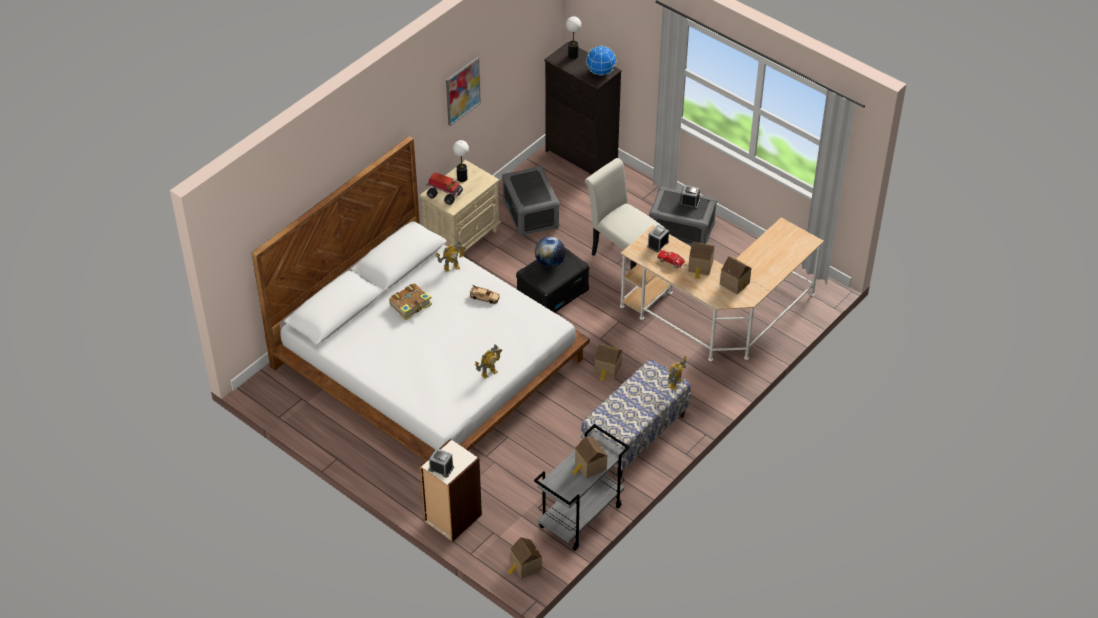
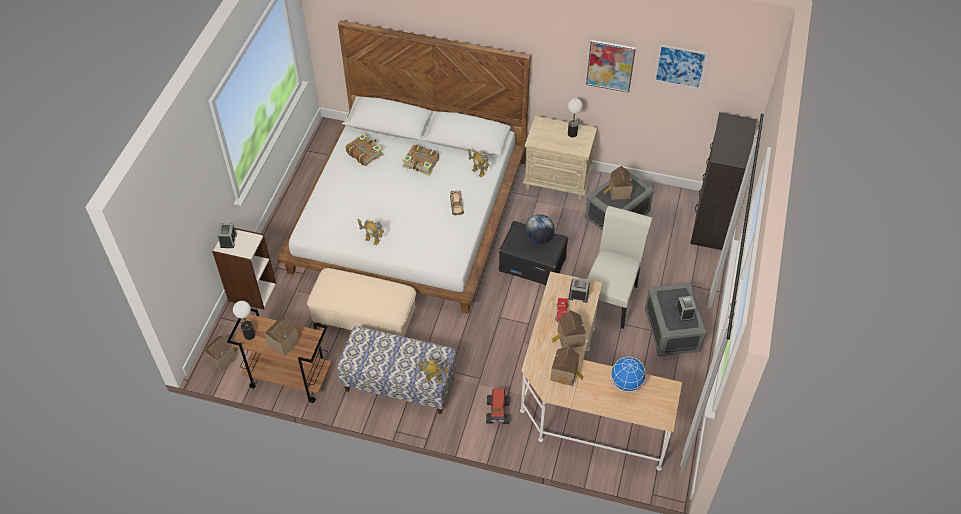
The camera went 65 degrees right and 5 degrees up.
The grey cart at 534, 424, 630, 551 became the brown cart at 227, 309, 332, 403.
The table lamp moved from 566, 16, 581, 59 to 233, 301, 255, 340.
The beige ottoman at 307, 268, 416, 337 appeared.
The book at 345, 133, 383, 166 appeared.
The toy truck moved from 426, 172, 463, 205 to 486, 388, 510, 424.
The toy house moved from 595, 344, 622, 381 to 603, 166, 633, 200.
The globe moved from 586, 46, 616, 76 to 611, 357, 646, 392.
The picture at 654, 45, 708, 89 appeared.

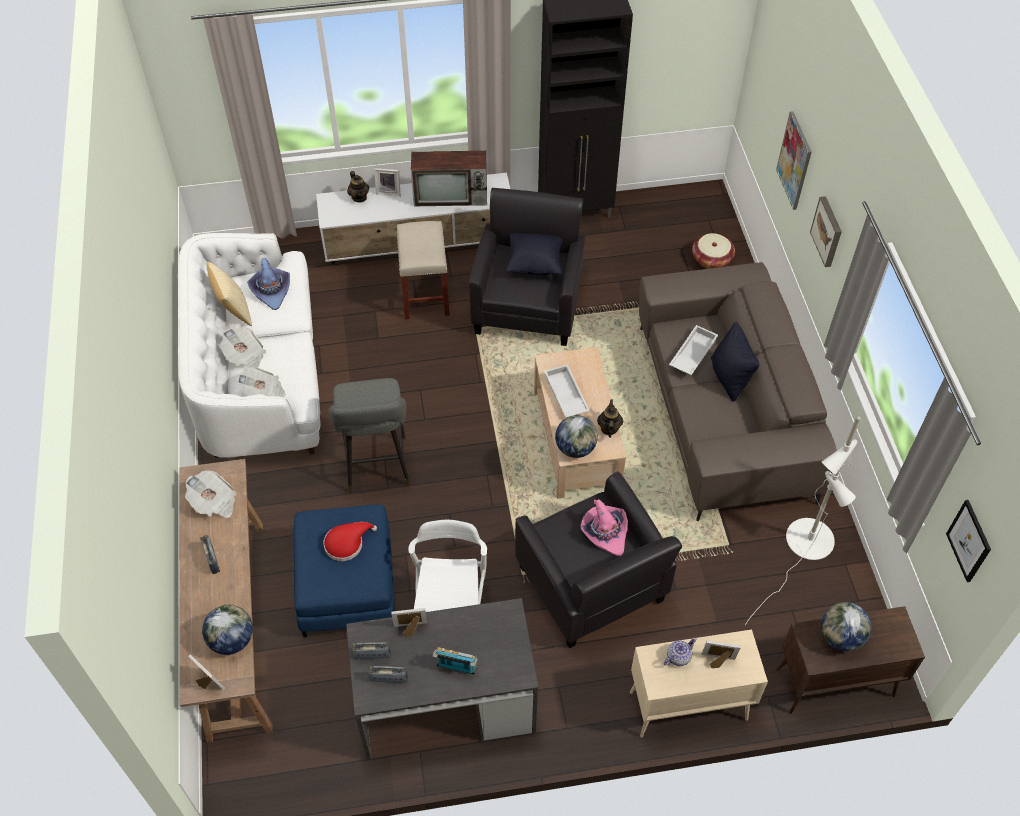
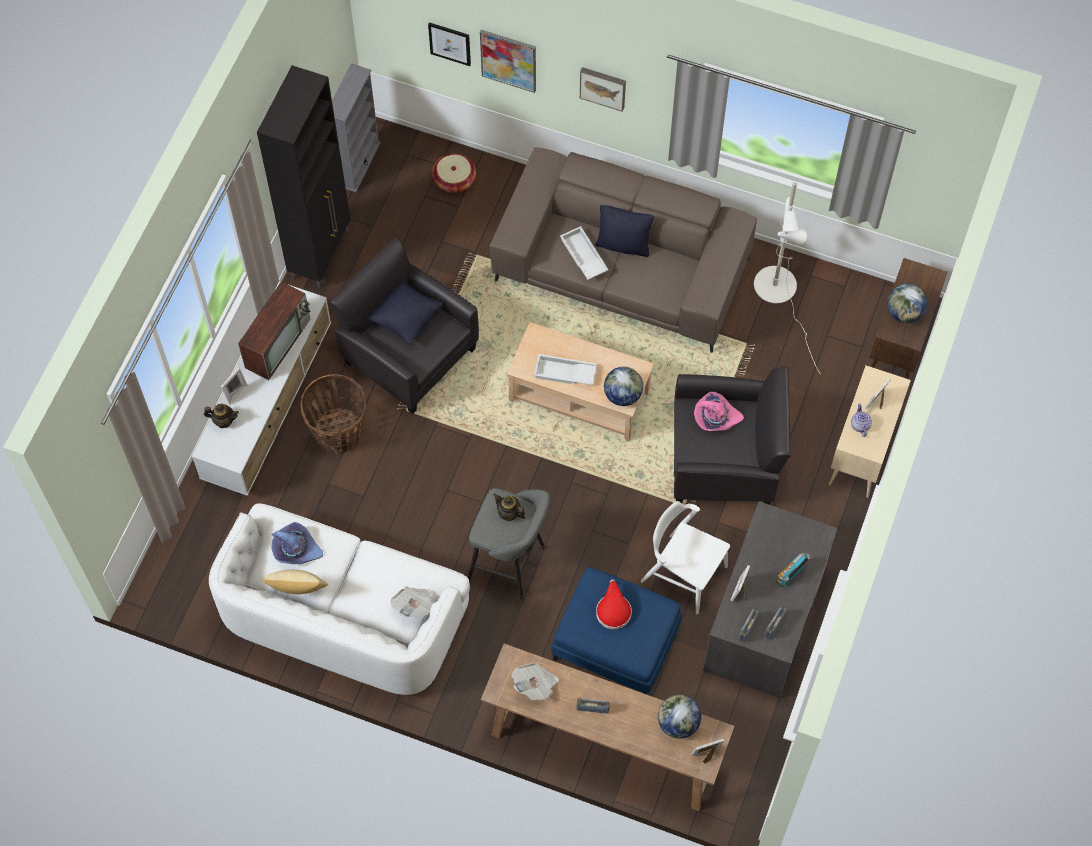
The camera went 60 degrees left and 10 degrees up.
The beige stool at 396, 221, 450, 319 was replaced by the basket at 301, 374, 366, 454.
The grey bookcase at 332, 64, 381, 192 appeared.
The picture moved from 946, 500, 991, 582 to 428, 22, 471, 66.
The teapot moved from 597, 399, 624, 438 to 493, 493, 525, 521.
The newspaper at 220, 327, 266, 368 disappeared.

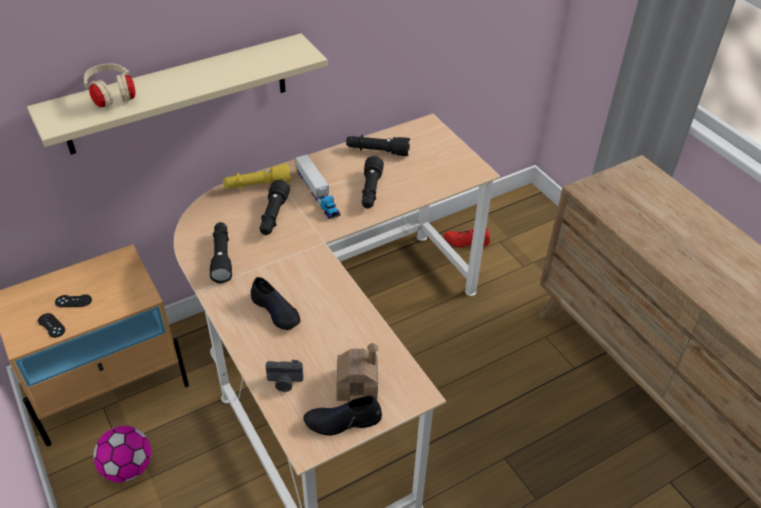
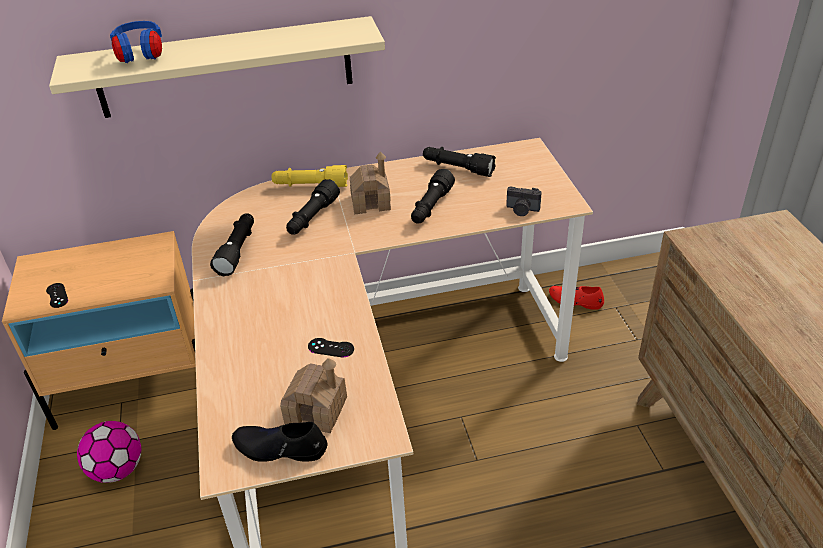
The camera went 20 degrees right and 5 degrees down.
The beige headphones at 84, 64, 135, 107 became the blue headphones at 110, 21, 162, 63.
The black game controller moved from 55, 294, 92, 307 to 308, 338, 354, 357.
The toy truck at 295, 154, 340, 219 was replaced by the toy house at 350, 151, 391, 214.
The photo camera moved from 265, 360, 303, 392 to 506, 187, 542, 216.
The black shoe at 251, 277, 300, 330 disappeared.

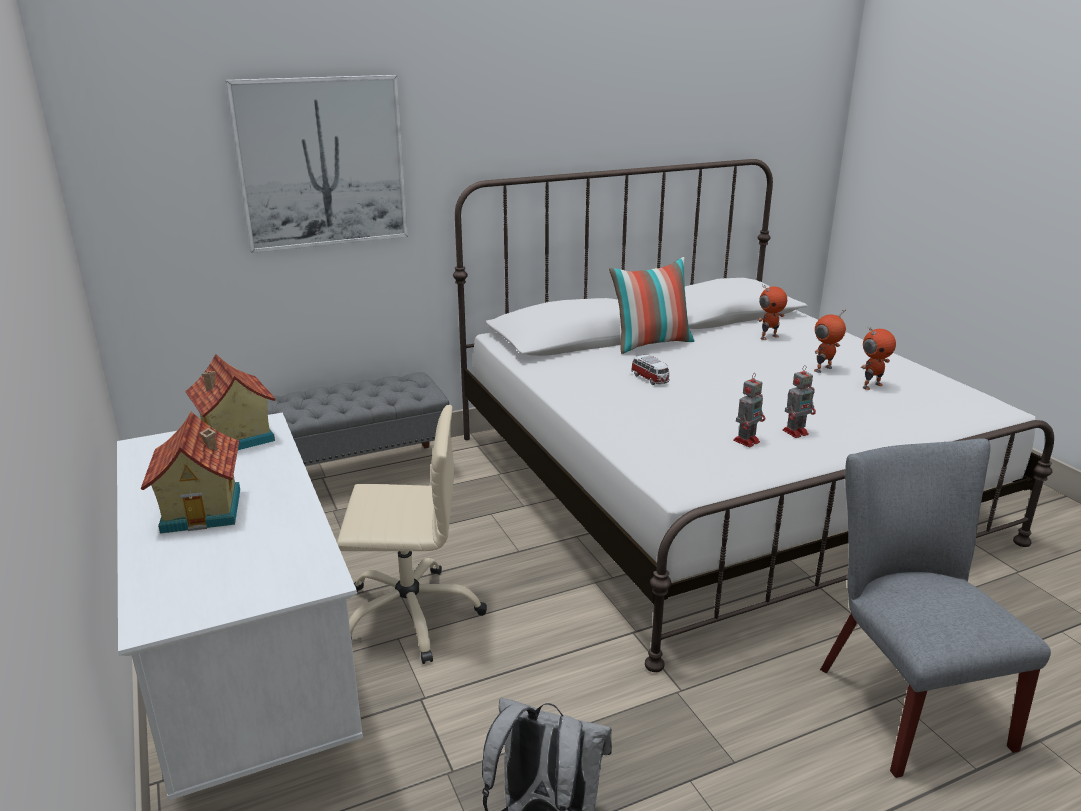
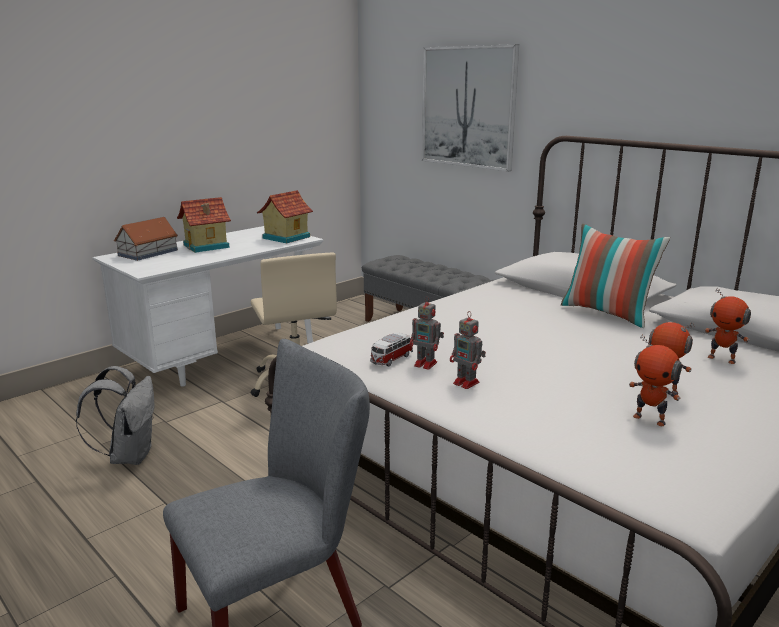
The camera went 70 degrees right and 5 degrees down.
The toy house at 114, 217, 178, 261 appeared.
The toy car moved from 631, 355, 670, 385 to 370, 333, 413, 367.

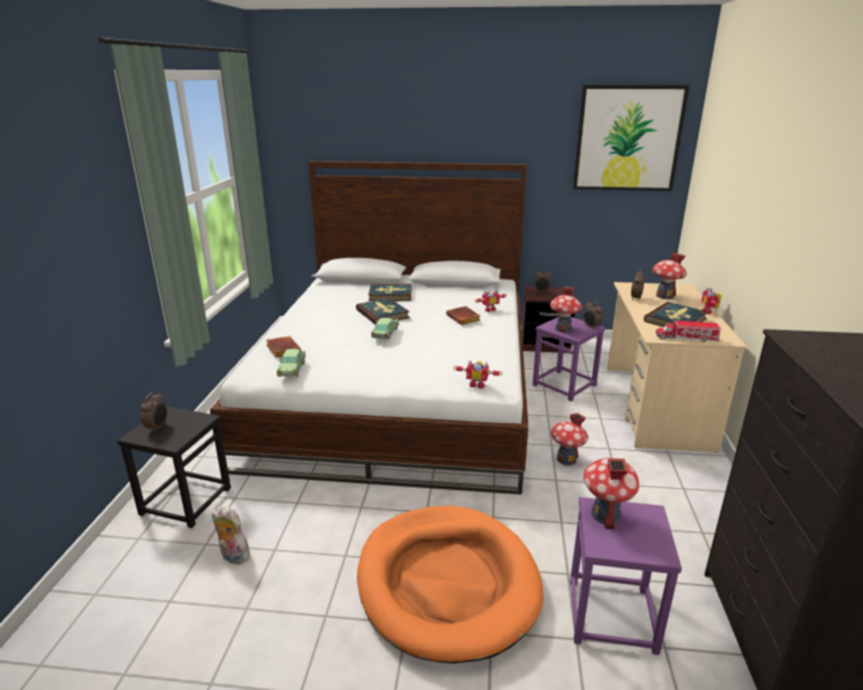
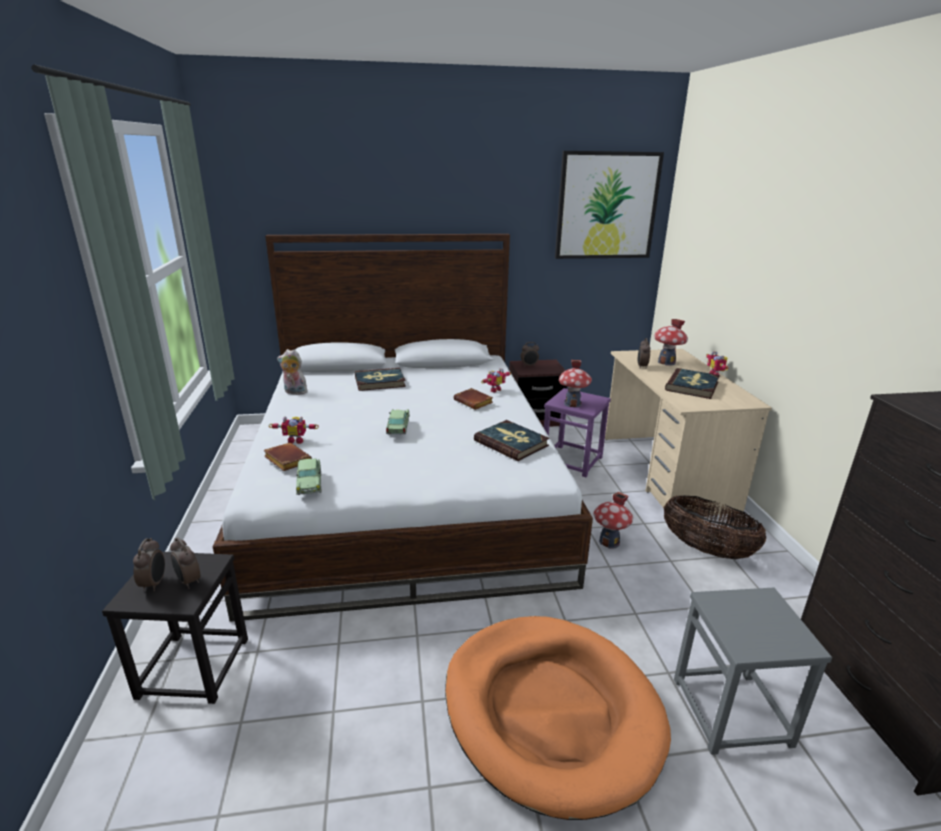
The camera went 15 degrees left and 0 degrees up.
The alarm clock moved from 583, 300, 603, 330 to 170, 537, 200, 589.
The toy robot moved from 453, 360, 503, 389 to 269, 416, 319, 444.
The plush toy moved from 212, 507, 250, 565 to 277, 349, 309, 395.
The book moved from 356, 298, 410, 325 to 474, 420, 550, 461.
The basket at 663, 495, 766, 559 appeared.
The purple stool at 570, 497, 682, 655 became the grey stool at 674, 588, 832, 755.
The toy house at 583, 458, 639, 529 disappeared.
The toy truck at 655, 320, 721, 342 disappeared.

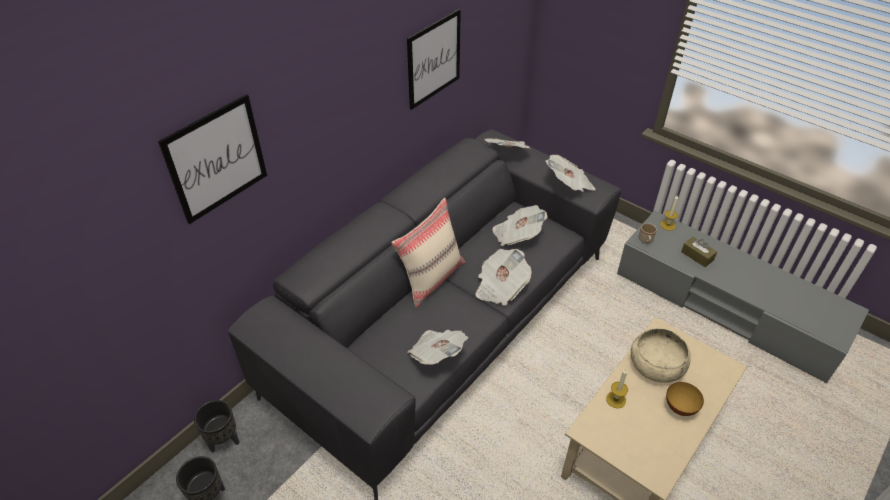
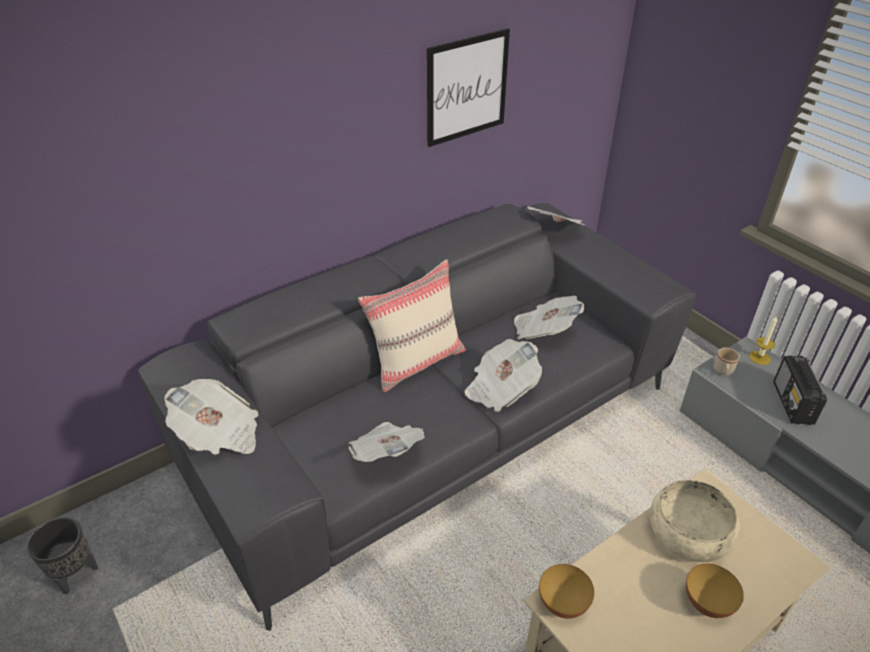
The camera went 15 degrees right and 5 degrees down.
The newspaper moved from 545, 155, 596, 192 to 164, 379, 258, 455.
The bowl at 539, 564, 594, 619 appeared.
The brown tissue box at 681, 237, 717, 267 was replaced by the radio at 773, 355, 827, 425.
The picture at 158, 94, 267, 224 disappeared.
The black planter at 194, 400, 239, 453 disappeared.
The candle at 606, 369, 628, 408 disappeared.

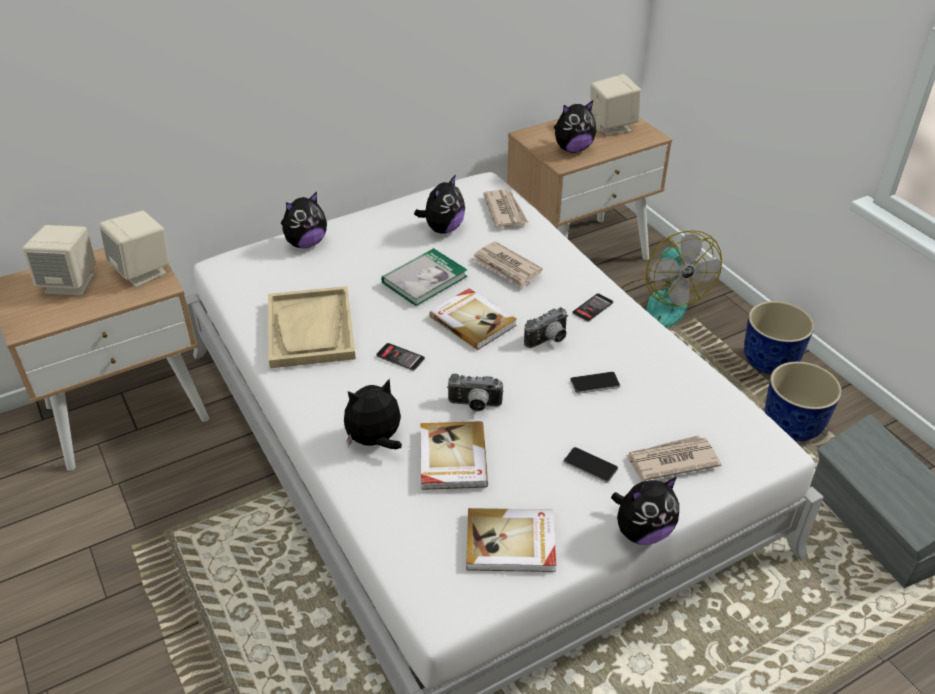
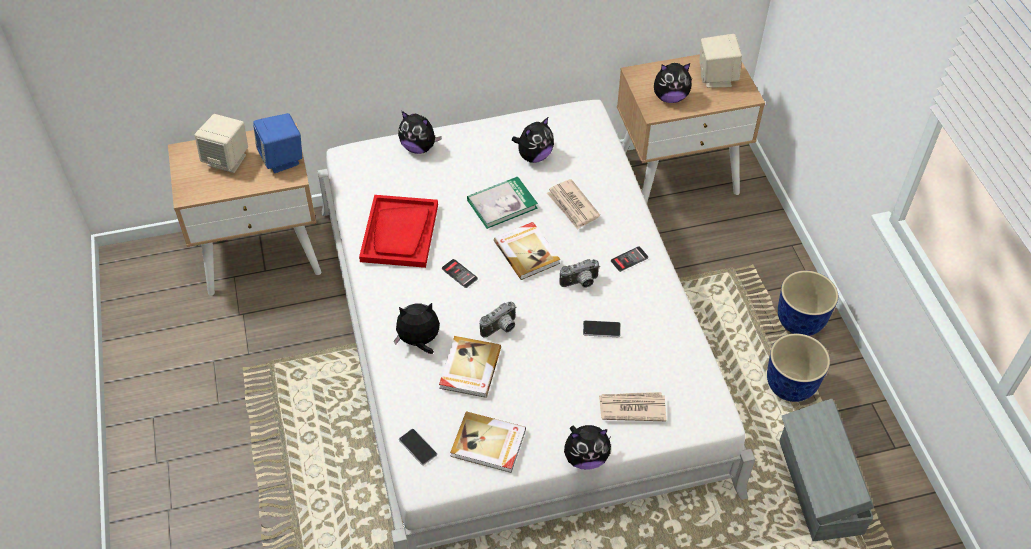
The camera went 15 degrees right and 10 degrees up.
The beige speaker at 100, 211, 169, 287 became the blue speaker at 253, 113, 302, 173.
The beige tray at 268, 286, 356, 368 became the red tray at 359, 195, 438, 268.
The plush toy at 281, 192, 327, 248 turned 45 degrees clockwise.
The phone moved from 563, 447, 618, 483 to 399, 429, 437, 465.
The photo camera at 447, 374, 503, 412 turned 60 degrees counterclockwise.
The newspaper at 483, 190, 529, 227 disappeared.
The fan at 621, 230, 722, 328 disappeared.

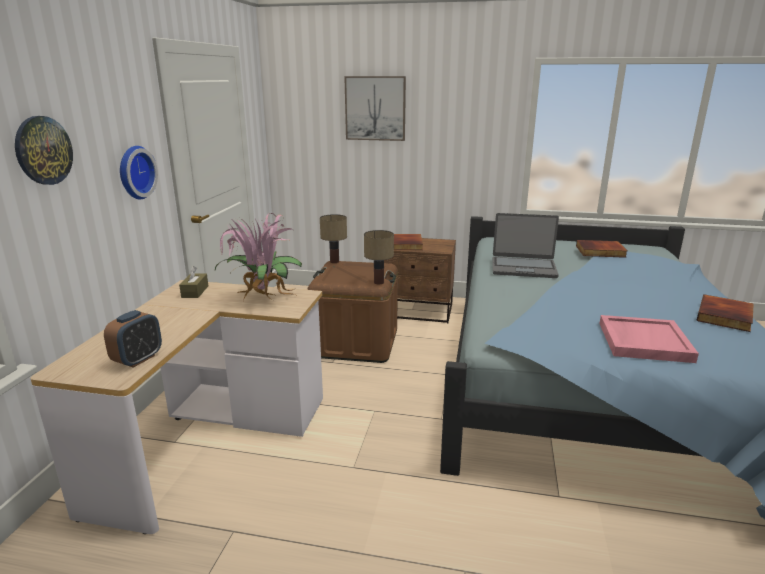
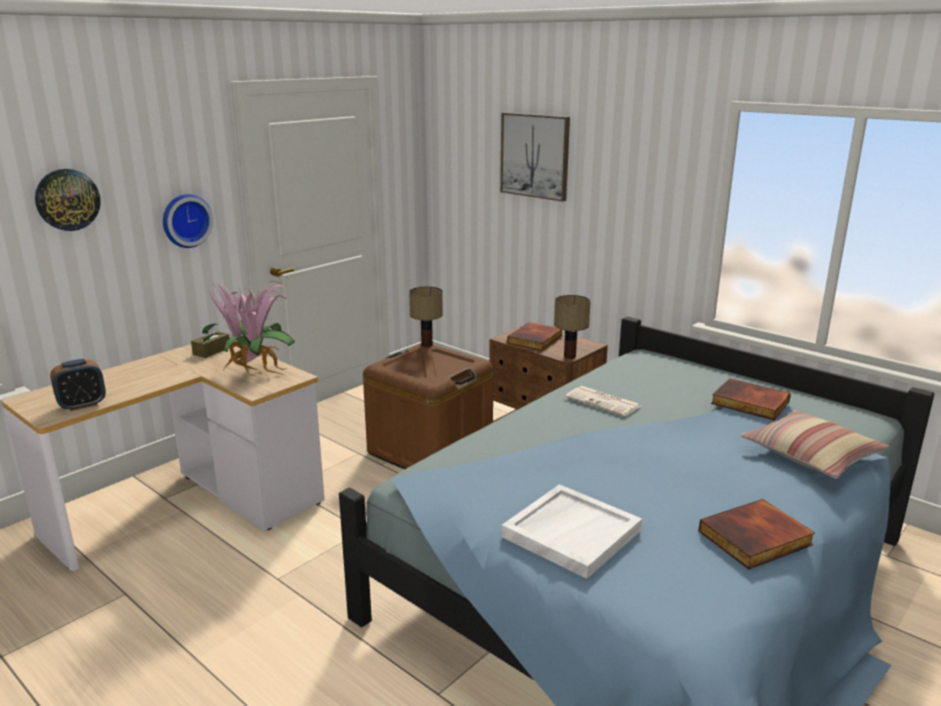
The camera went 30 degrees right and 0 degrees up.
The pink tray at 599, 315, 699, 363 became the white tray at 501, 484, 642, 579.
The table lamp moved from 364, 230, 394, 284 to 554, 295, 591, 359.
The laptop at 492, 213, 559, 278 was replaced by the newspaper at 565, 386, 641, 417.
The pillow at 741, 410, 890, 479 appeared.

